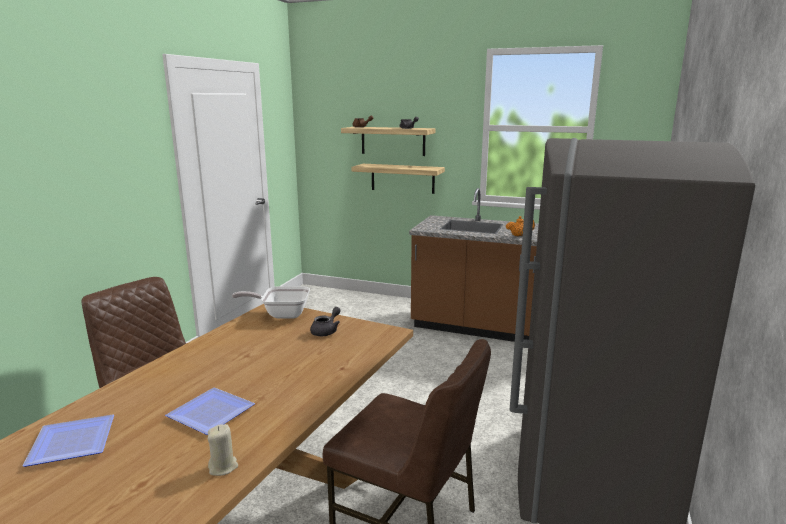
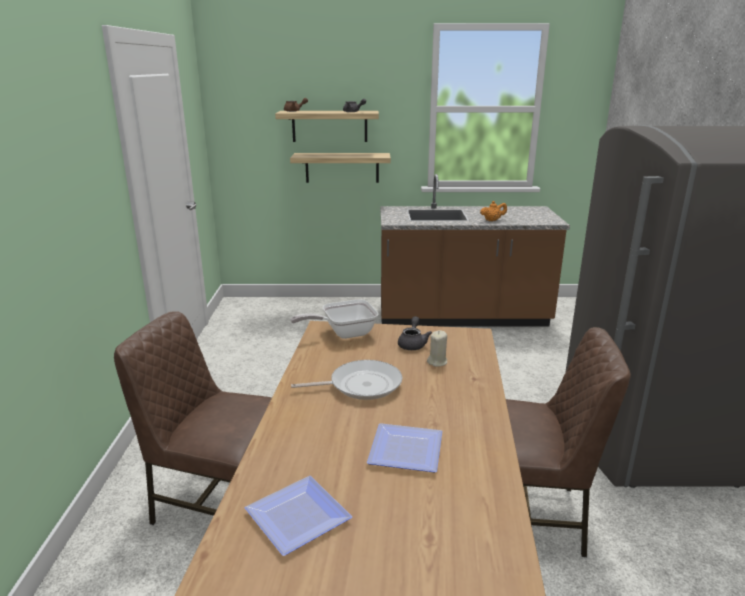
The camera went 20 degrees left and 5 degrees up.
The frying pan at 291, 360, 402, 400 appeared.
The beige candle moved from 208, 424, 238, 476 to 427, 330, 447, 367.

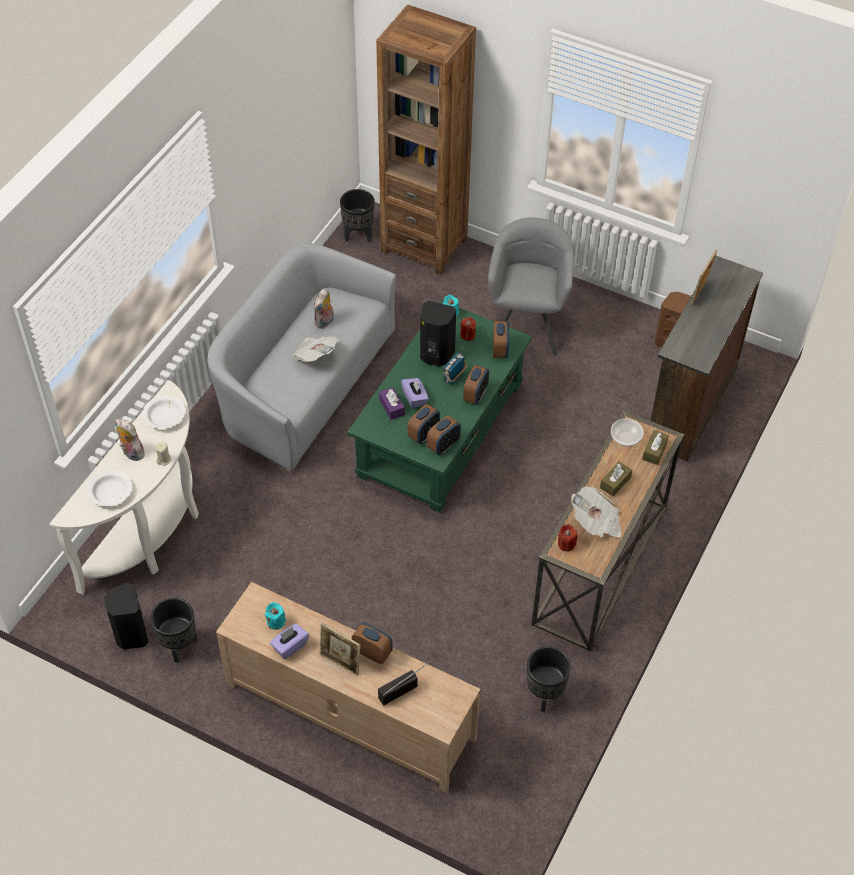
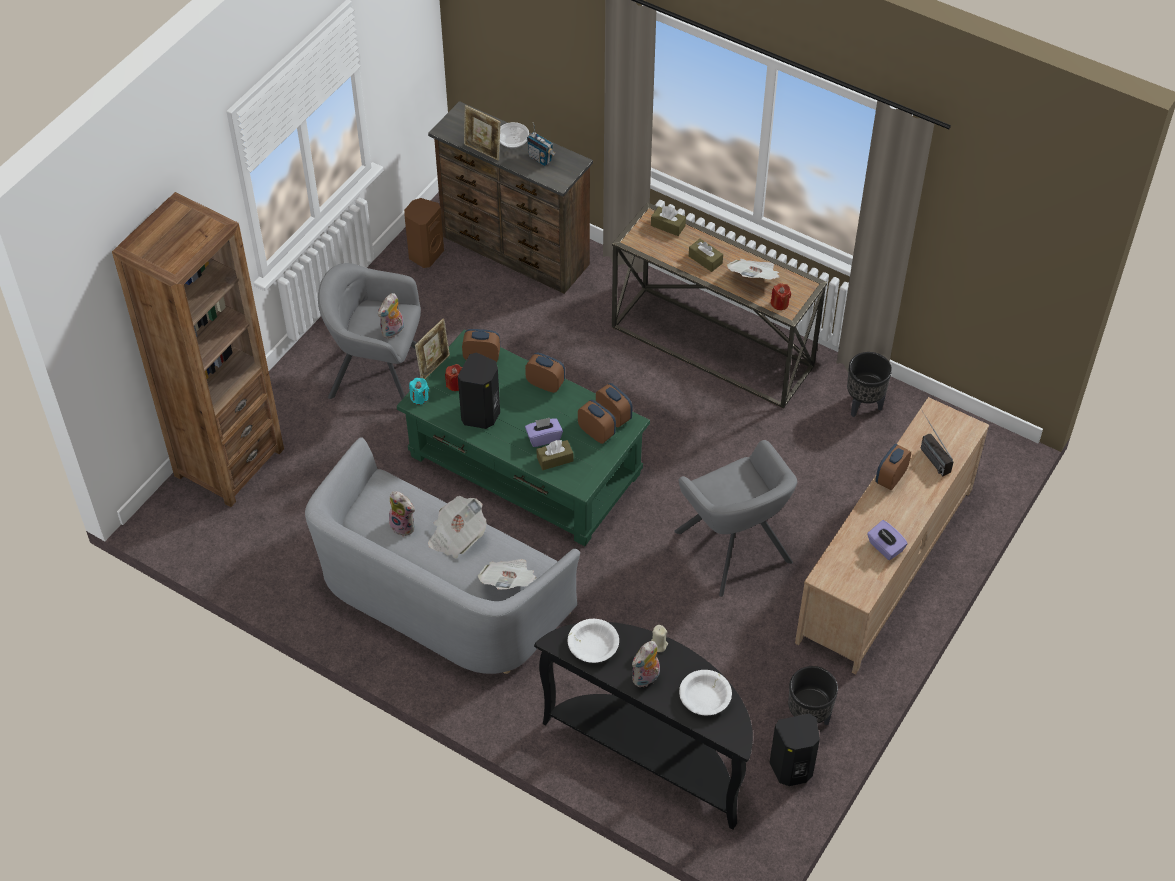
The camera went 85 degrees left and 0 degrees up.
The plush toy at 378, 293, 404, 339 appeared.
The picture frame moved from 320, 623, 361, 676 to 415, 319, 450, 379.
The newspaper at 478, 559, 536, 589 appeared.
The bowl moved from 611, 419, 644, 446 to 500, 122, 529, 148.
The radio moved from 443, 347, 467, 385 to 527, 122, 555, 166.
The white console table at 49, 380, 199, 595 became the black console table at 534, 622, 753, 830.
The purple tissue box at 379, 387, 405, 420 became the brown tissue box at 536, 440, 573, 470.
The grey armchair at 674, 440, 797, 597 appeared.
The turquoise candle at 265, 602, 286, 630 disappeared.
The black planter at 340, 189, 375, 242 disappeared.

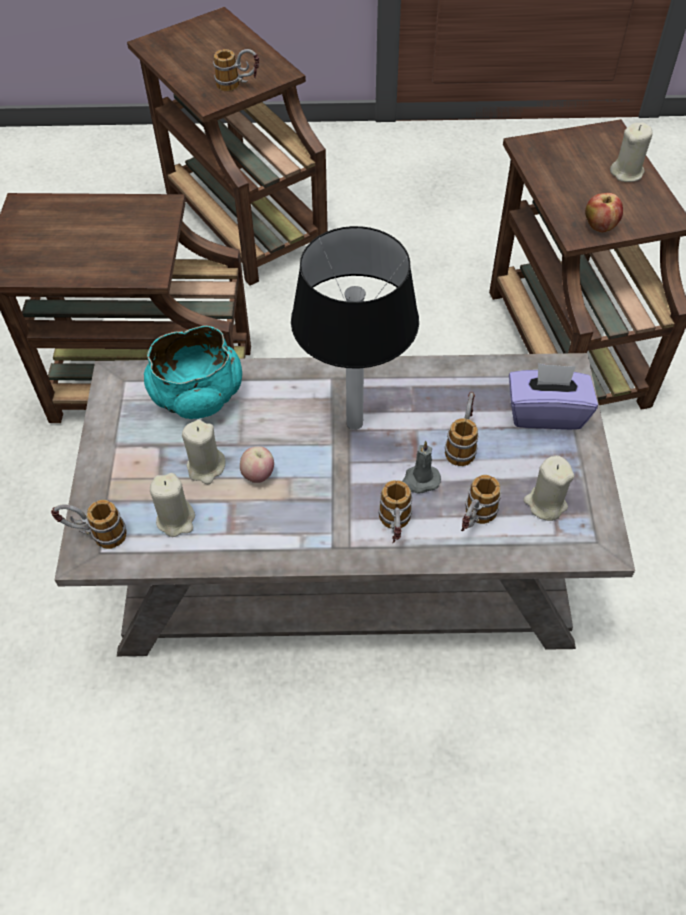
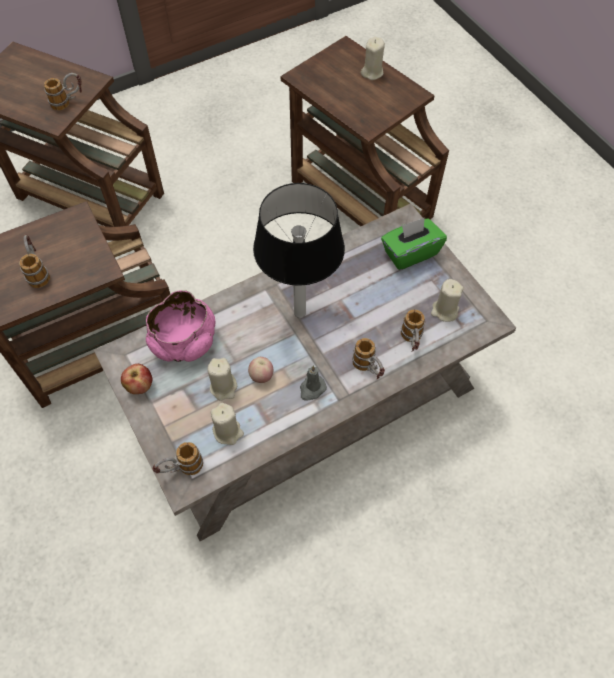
The camera went 30 degrees left and 5 degrees up.
The mug moved from 445, 392, 479, 466 to 19, 234, 50, 288.
The apple moved from 585, 193, 623, 233 to 121, 364, 153, 394.
The turquoise bowl at 144, 326, 242, 419 became the pink bowl at 146, 290, 215, 362.
The grey candle moved from 402, 441, 441, 494 to 300, 365, 327, 401.
The purple tissue box at 509, 363, 598, 430 became the green tissue box at 381, 217, 447, 270.

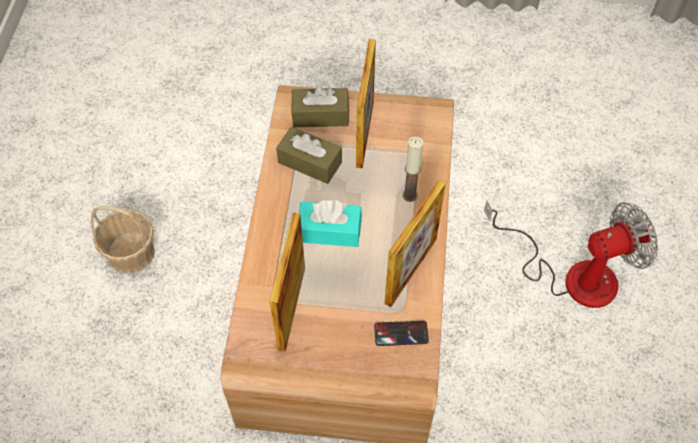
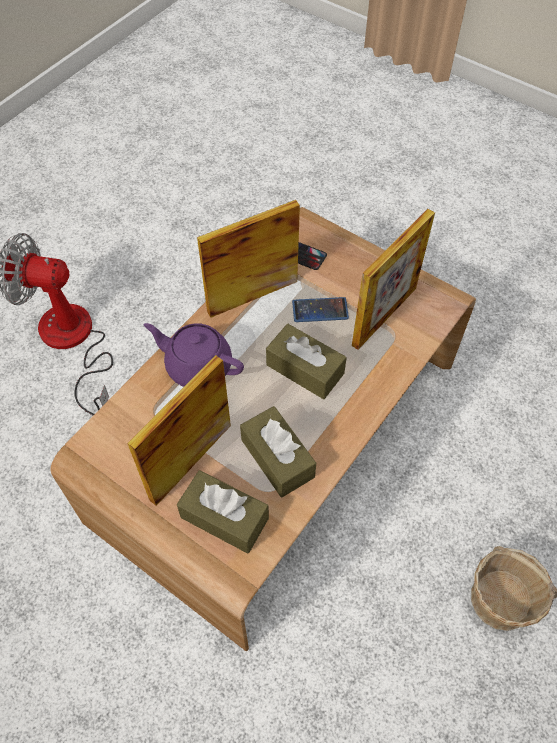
The camera went 150 degrees left and 0 degrees up.
The candle at 402, 137, 423, 202 was replaced by the purple teapot at 144, 323, 244, 387.
The turquoise tissue box at 299, 200, 362, 247 became the brown tissue box at 266, 324, 347, 399.
The phone at 292, 297, 349, 322 appeared.

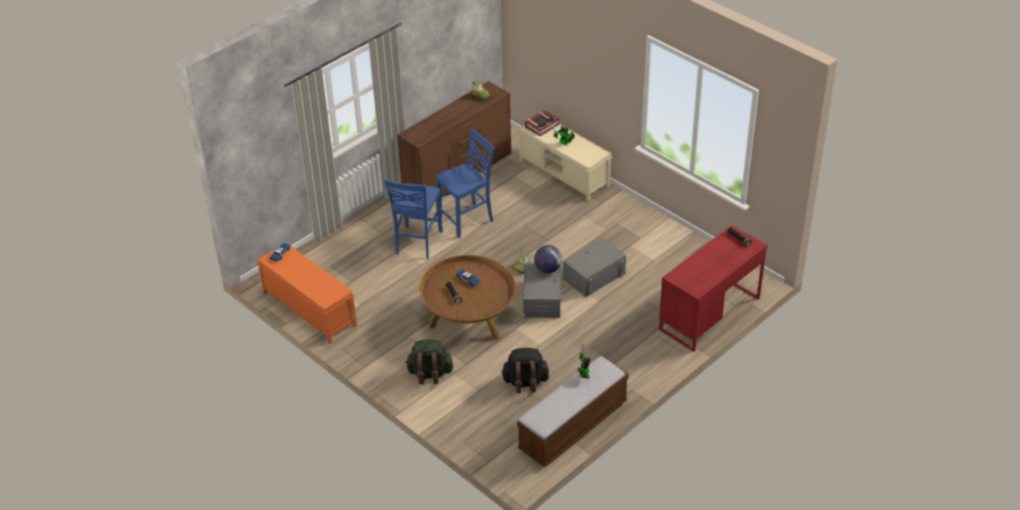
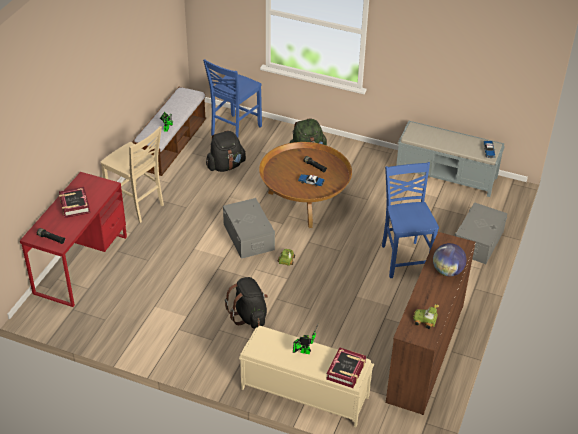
The camera went 155 degrees right and 0 degrees up.
The book at 59, 187, 90, 218 appeared.
The beige chair at 101, 126, 164, 223 appeared.
The blue chair moved from 436, 128, 495, 238 to 203, 59, 262, 138.
The black backpack at 225, 277, 268, 329 appeared.
The orange bench at 257, 243, 357, 344 became the grey bench at 396, 121, 505, 197.
The globe moved from 534, 245, 562, 273 to 433, 243, 467, 276.
The grey storage box moved from 563, 238, 626, 297 to 455, 202, 508, 264.

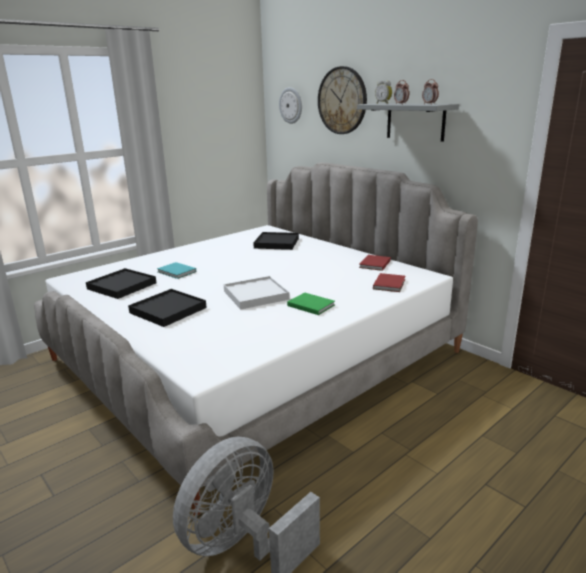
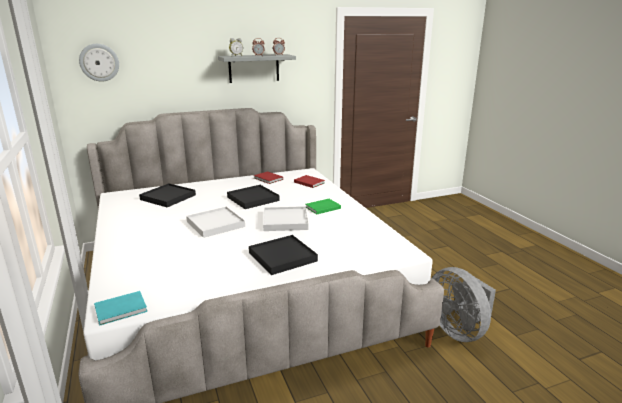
The camera went 70 degrees left and 0 degrees up.
The turquoise book moved from 157, 262, 196, 279 to 94, 291, 147, 326.
The white tray at 186, 207, 245, 238 appeared.
The black tray moved from 86, 268, 156, 299 to 227, 185, 280, 209.
The wall clock at 318, 66, 367, 134 disappeared.

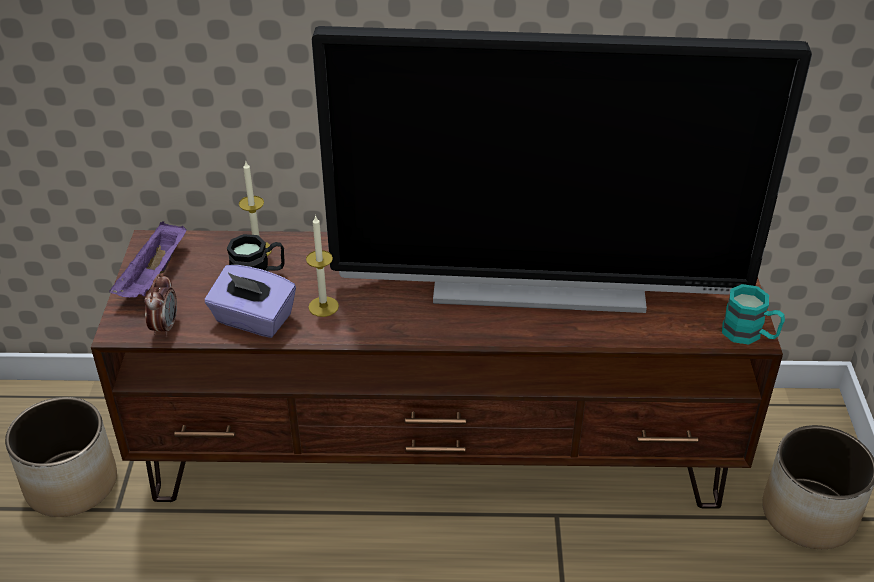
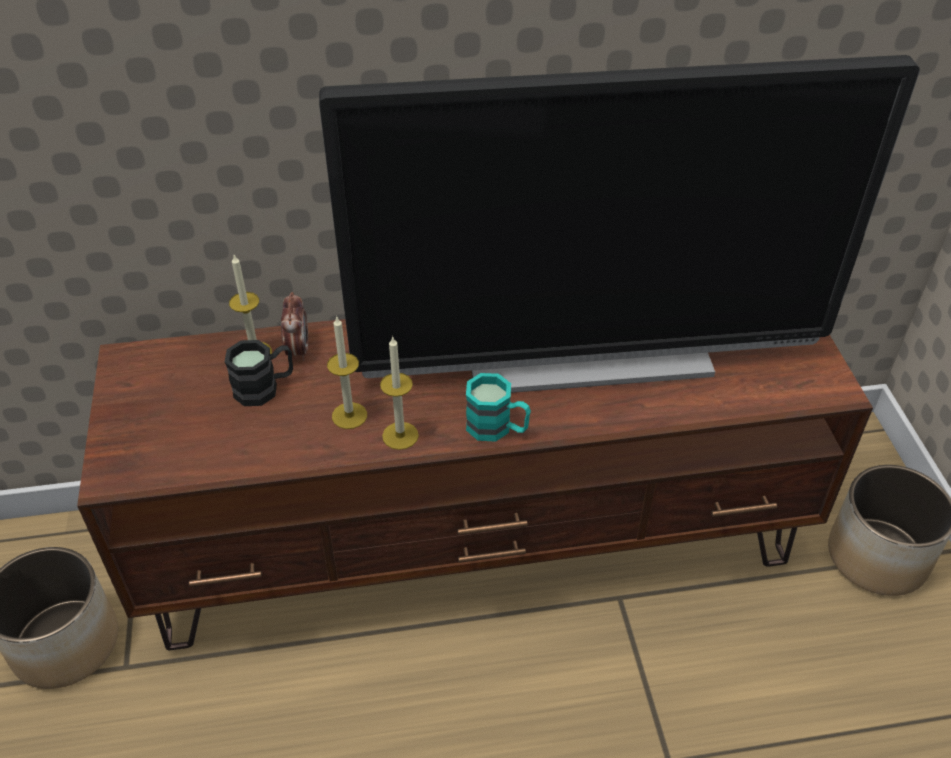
The camera went 10 degrees left and 5 degrees up.
The alarm clock moved from 144, 273, 177, 337 to 281, 292, 308, 361.
The candle at 380, 336, 419, 450 appeared.
The turquoise mug moved from 722, 284, 785, 345 to 466, 373, 531, 441.
The purple tray at 109, 221, 187, 297 disappeared.
The purple tissue box at 205, 265, 296, 338 disappeared.

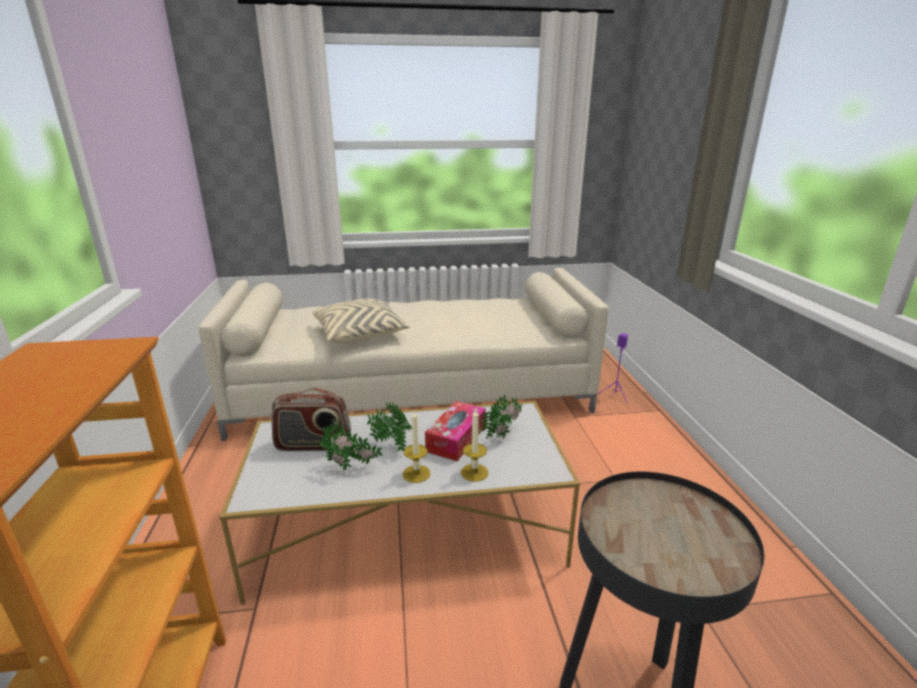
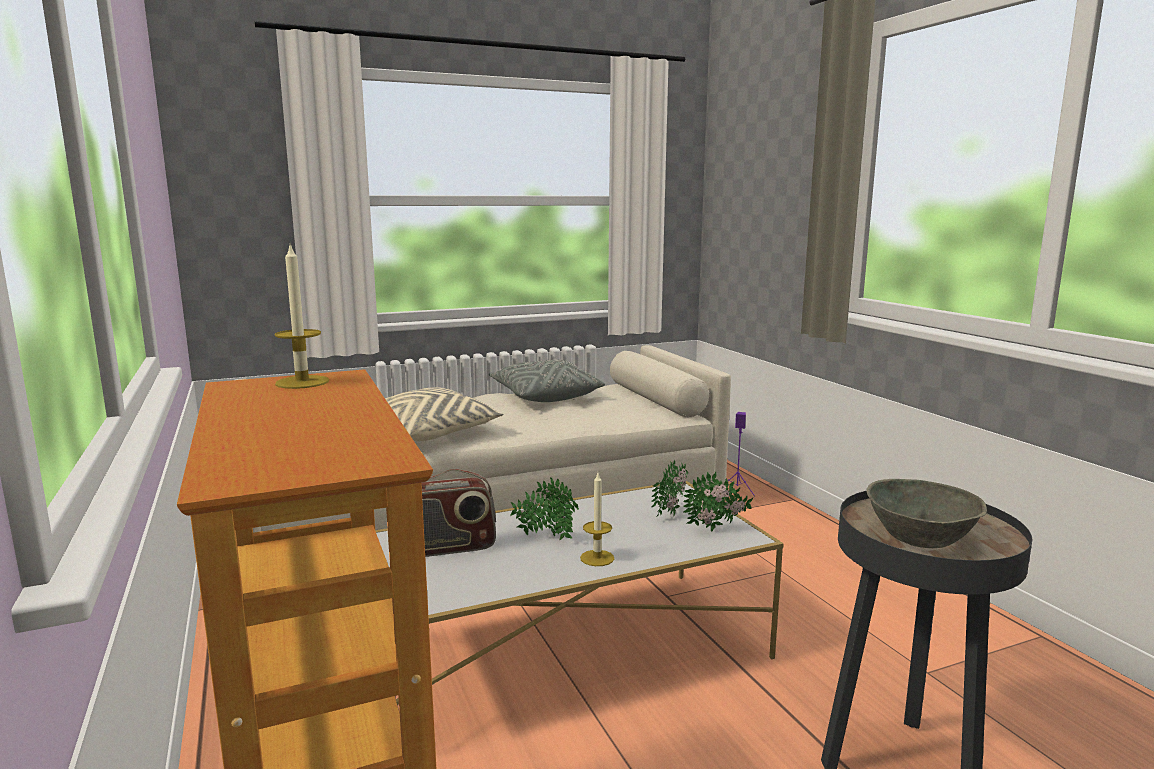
The camera went 15 degrees left and 10 degrees down.
The candle moved from 461, 408, 488, 482 to 274, 245, 329, 389.
The grey pillow at 489, 359, 605, 402 appeared.
The potted plant moved from 319, 422, 383, 471 to 683, 471, 753, 532.
The grey bowl at 866, 479, 987, 548 appeared.
The tissue box at 425, 401, 486, 461 disappeared.

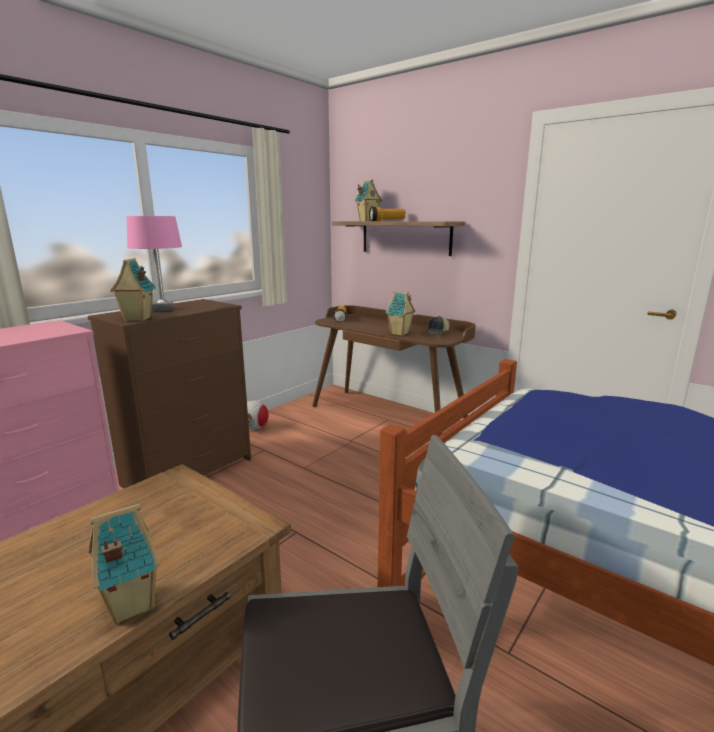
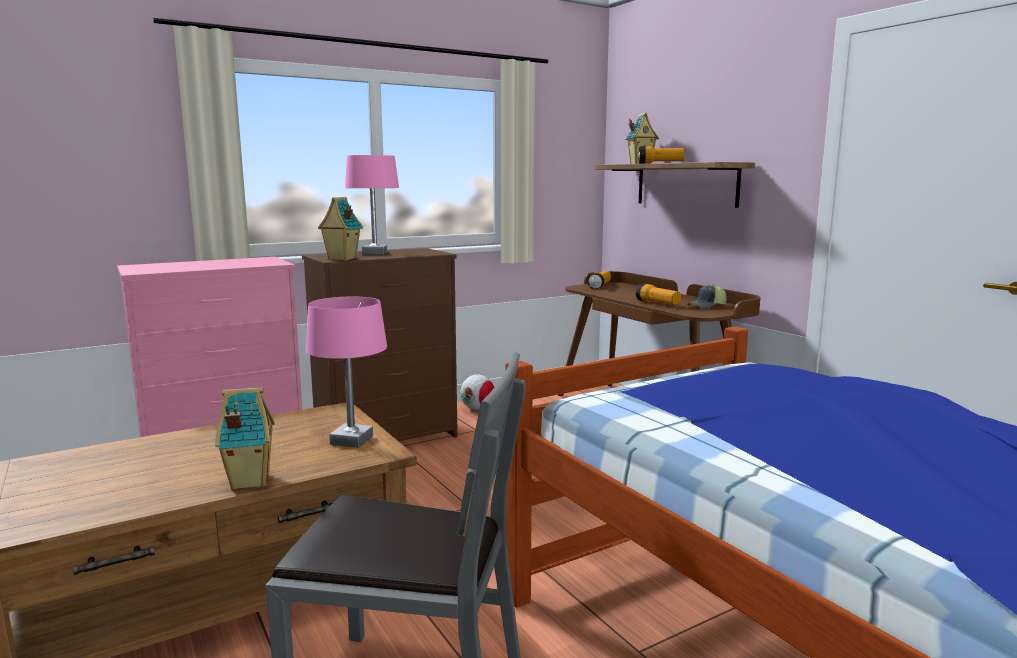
The camera went 20 degrees right and 5 degrees down.
The pink table lamp at 306, 297, 387, 448 appeared.
The toy house at 386, 291, 415, 336 was replaced by the flashlight at 636, 284, 681, 305.

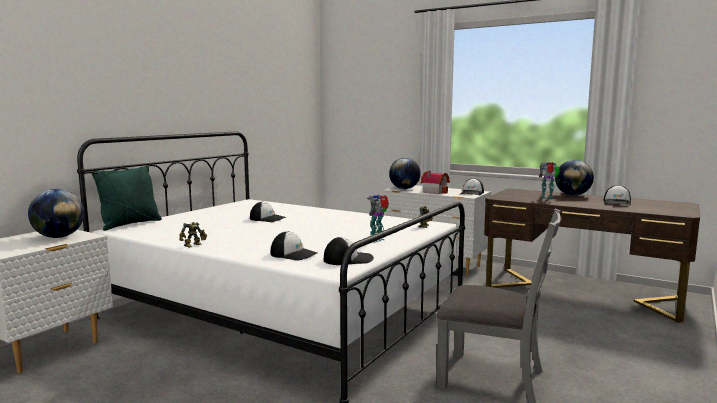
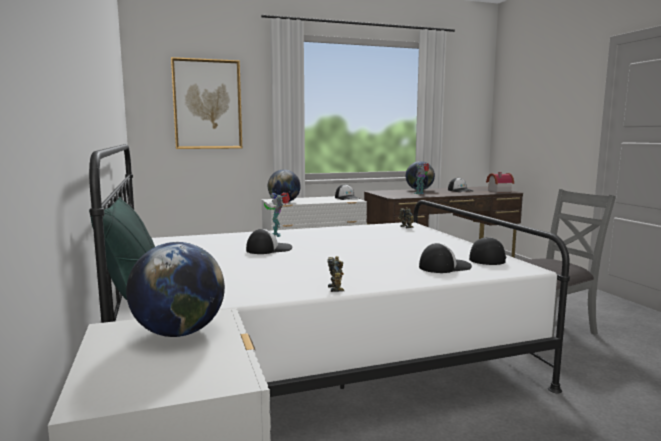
The camera went 50 degrees left and 0 degrees up.
The picture at 171, 57, 242, 149 appeared.
The toy robot moved from 367, 195, 389, 243 to 264, 192, 290, 237.
The toy house moved from 421, 171, 450, 194 to 486, 172, 514, 193.

